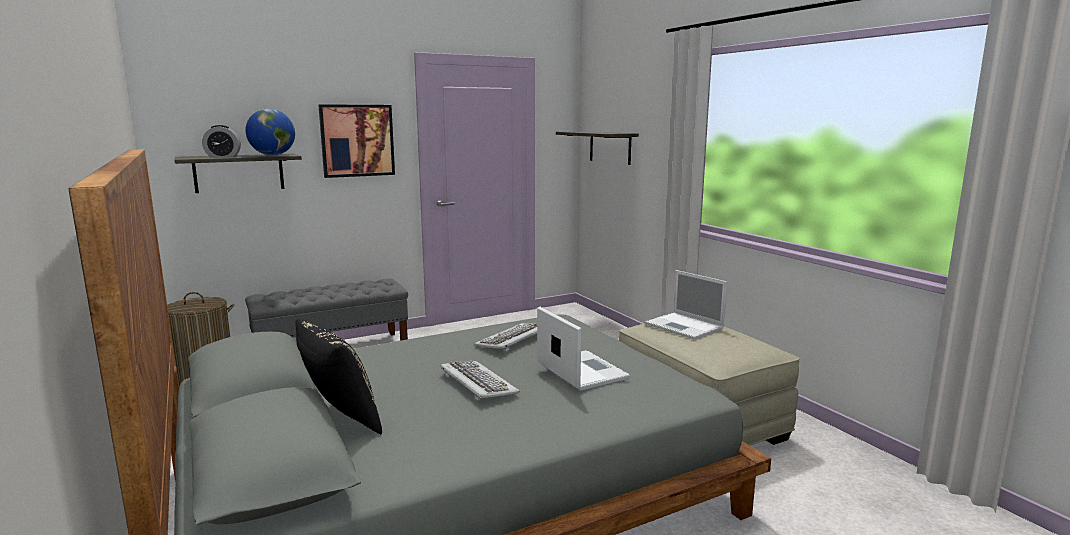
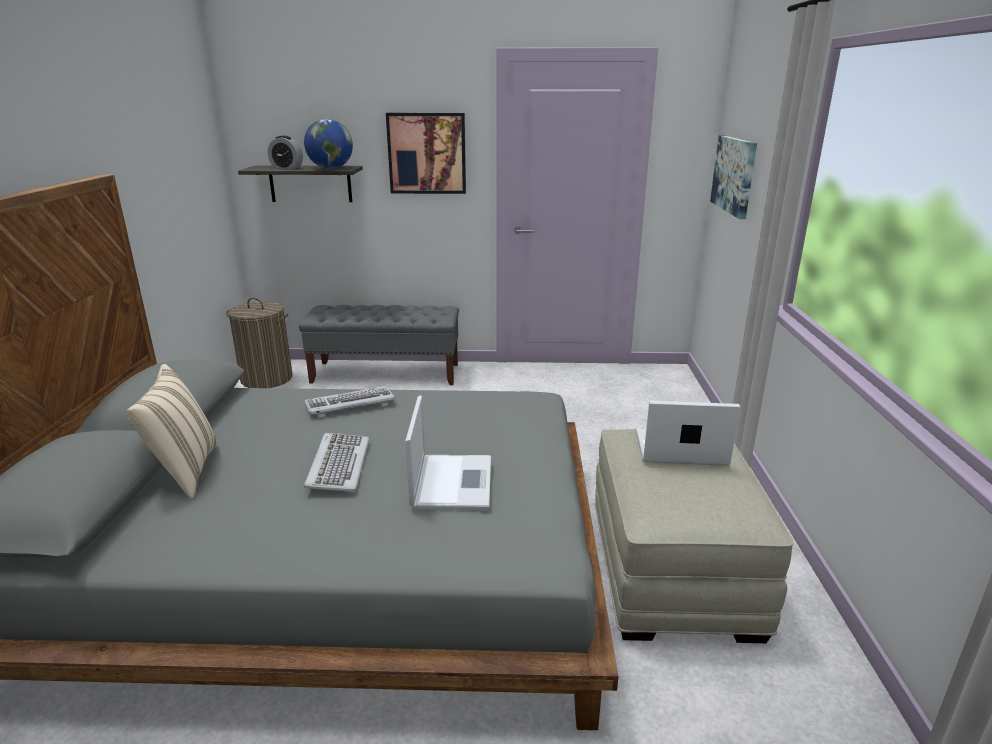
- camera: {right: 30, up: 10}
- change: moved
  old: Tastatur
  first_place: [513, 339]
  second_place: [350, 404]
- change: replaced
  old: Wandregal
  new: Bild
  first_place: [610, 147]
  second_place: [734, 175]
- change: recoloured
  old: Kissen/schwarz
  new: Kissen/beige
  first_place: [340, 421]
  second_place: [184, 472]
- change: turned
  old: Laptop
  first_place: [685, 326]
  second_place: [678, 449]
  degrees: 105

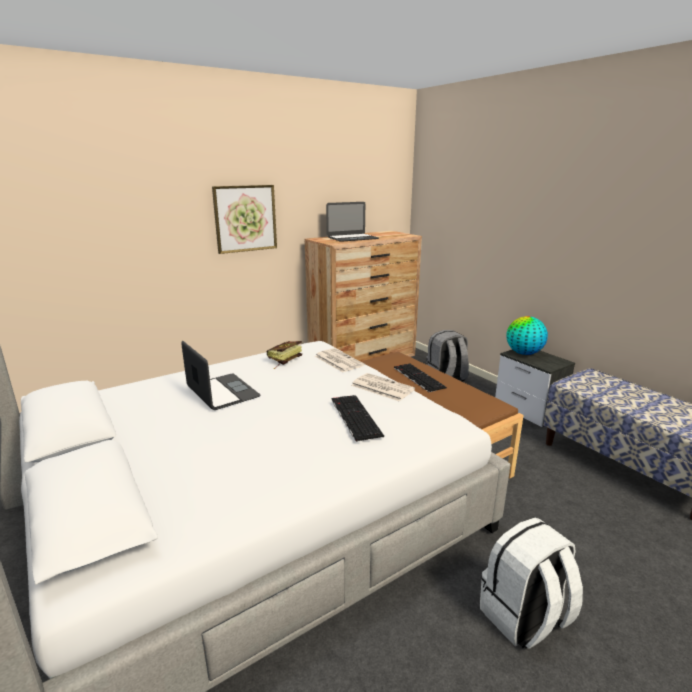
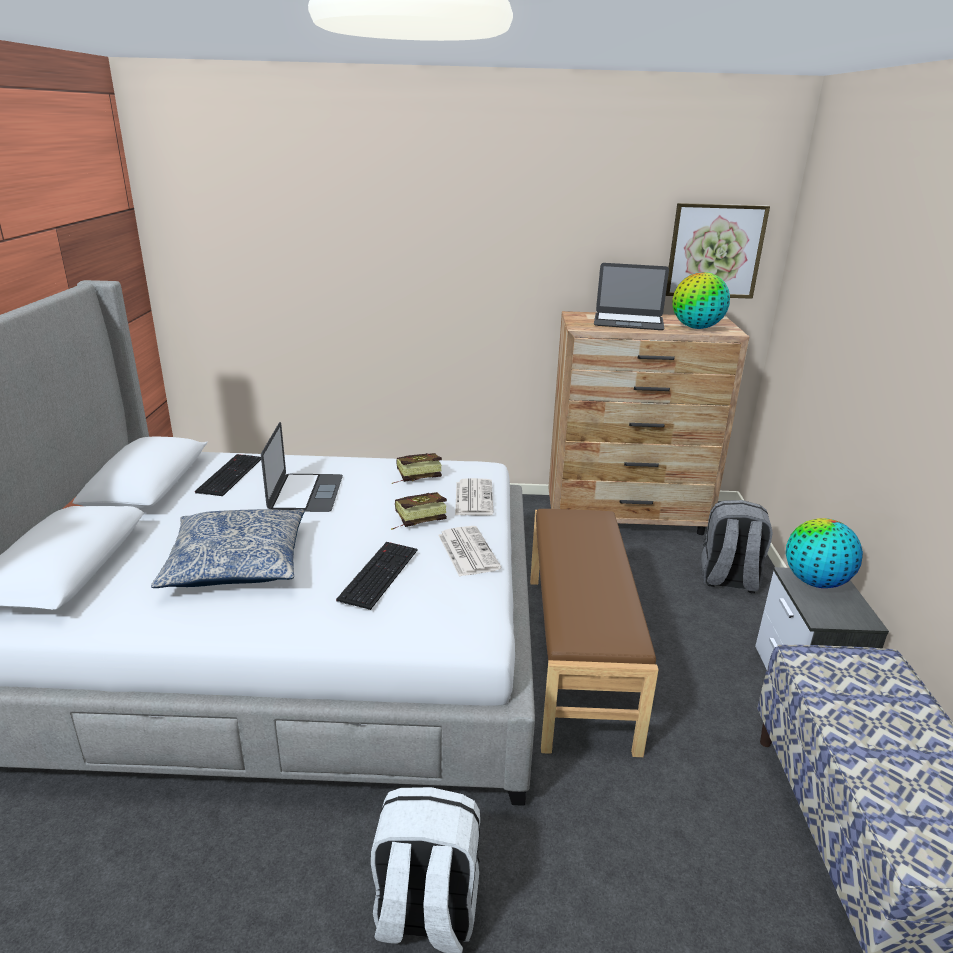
- camera: {right: 35, up: 5}
- change: added
  new: Kissen
  second_place: [236, 563]
- change: added
  new: Buch
  second_place: [415, 520]
- change: added
  new: Globus
  second_place: [696, 328]
- change: moved
  old: Bild
  first_place: [245, 218]
  second_place: [715, 251]
- change: moved
  old: Tastatur
  first_place: [417, 377]
  second_place: [229, 474]

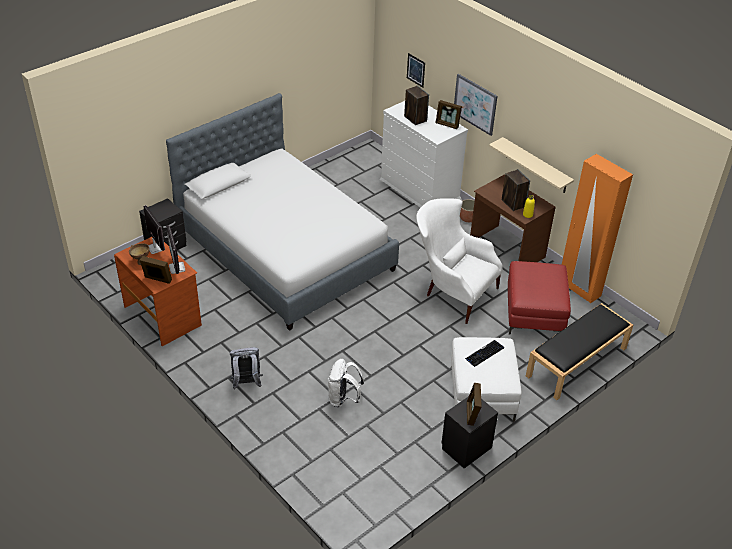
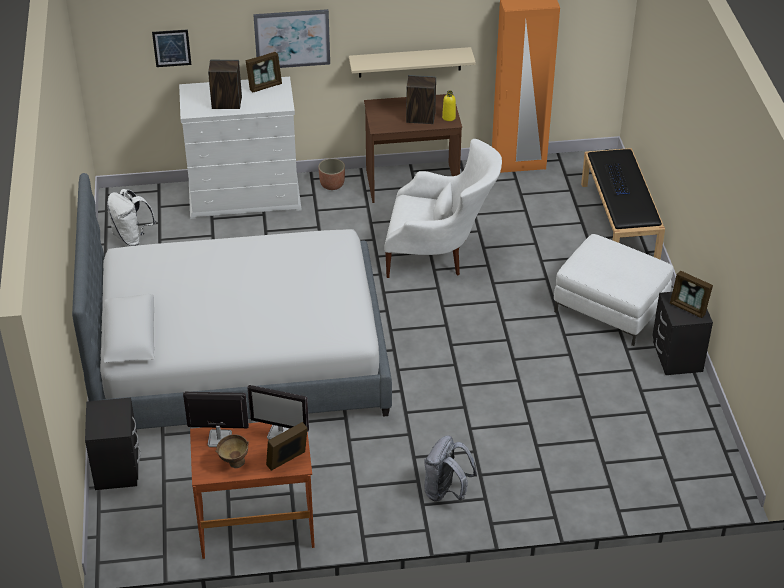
- camera: {right: -55, up: 0}
- change: removed
  old: Polsterhocker/rot
  first_place: [534, 313]
- change: moved
  old: Rucksack/weiß
  first_place: [343, 399]
  second_place: [132, 237]
- change: moved
  old: Tastatur
  first_place: [484, 353]
  second_place: [617, 180]
- change: turned
  old: Sessel/weiß
  first_place: [452, 291]
  second_place: [440, 255]
  degrees: -150

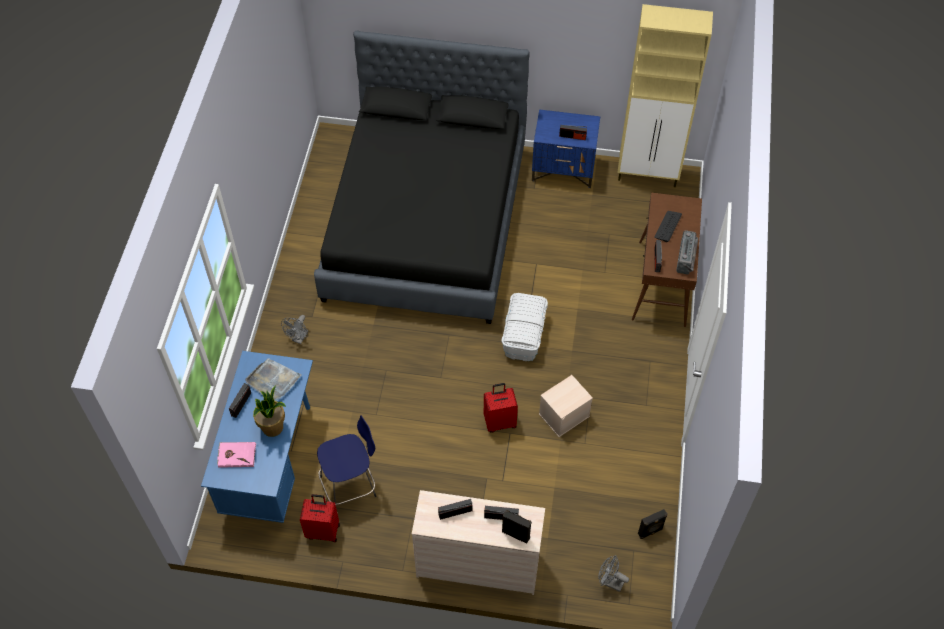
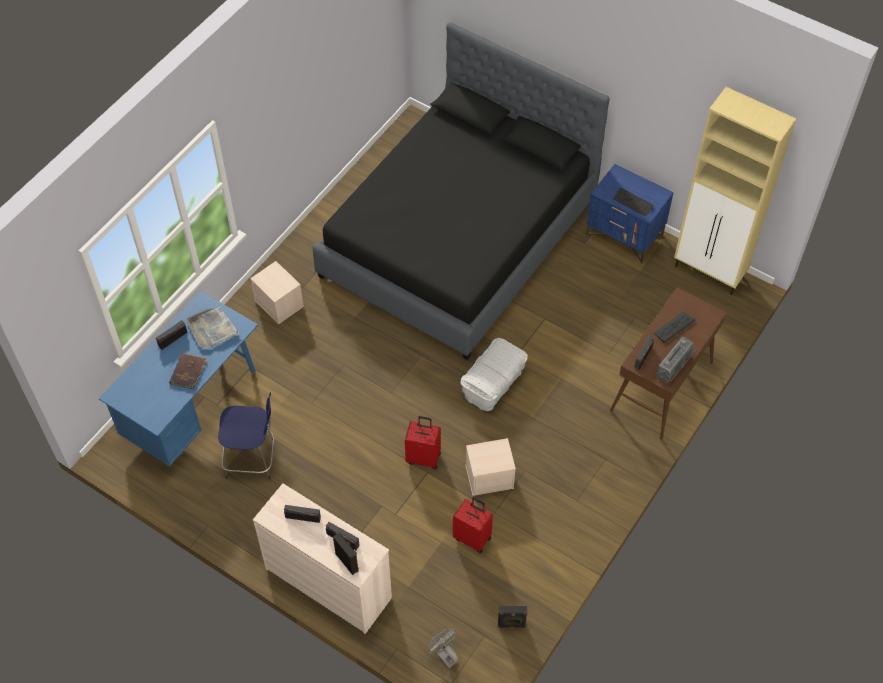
- camera: {right: 25, up: 0}
- change: removed
  old: Buch/rosa
  first_place: [237, 455]
- change: moved
  old: Koffer/rot
  first_place: [323, 530]
  second_place: [473, 537]
- change: replaced
  old: Topfpflanze
  new: Buch/braun
  first_place: [273, 427]
  second_place: [189, 372]
- change: replaced
  old: Ventilator/grau
  new: Aufbewahrungsbox/beige
  first_place: [299, 338]
  second_place: [279, 303]
- change: replaced
  old: Radio
  new: Tastatur
  first_place: [572, 136]
  second_place: [633, 202]

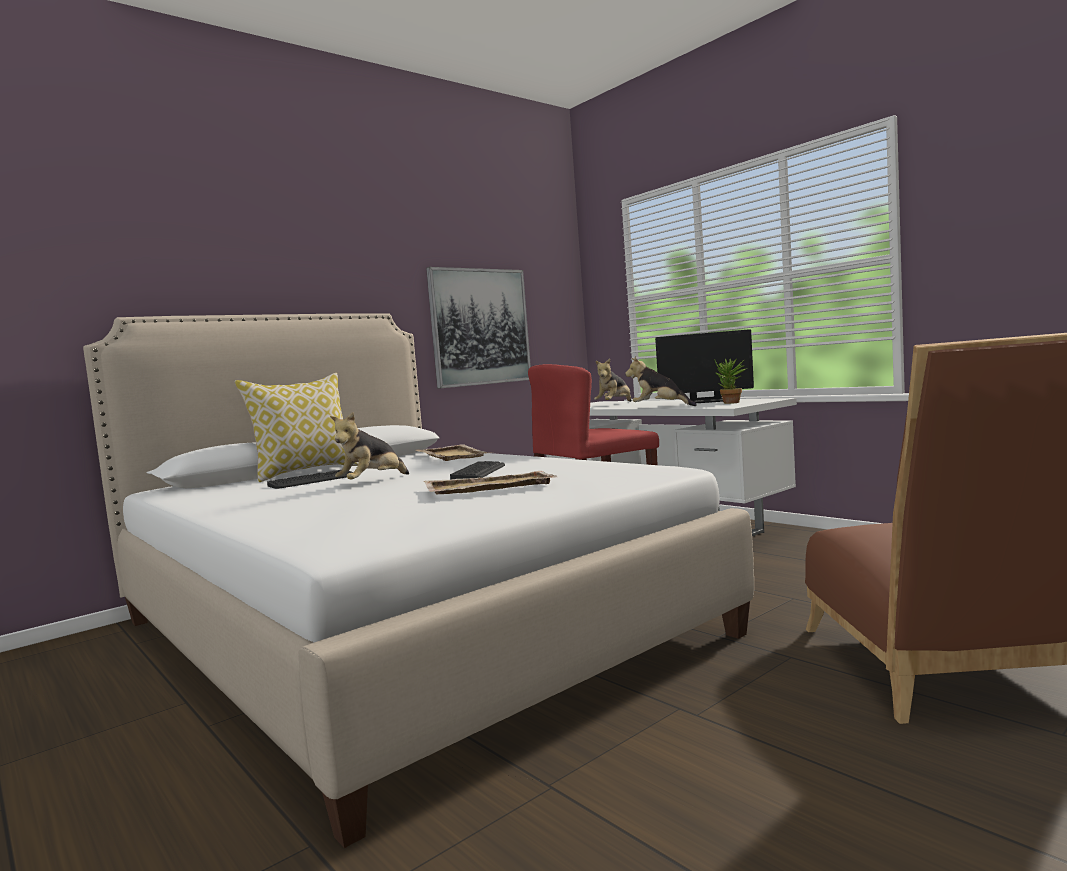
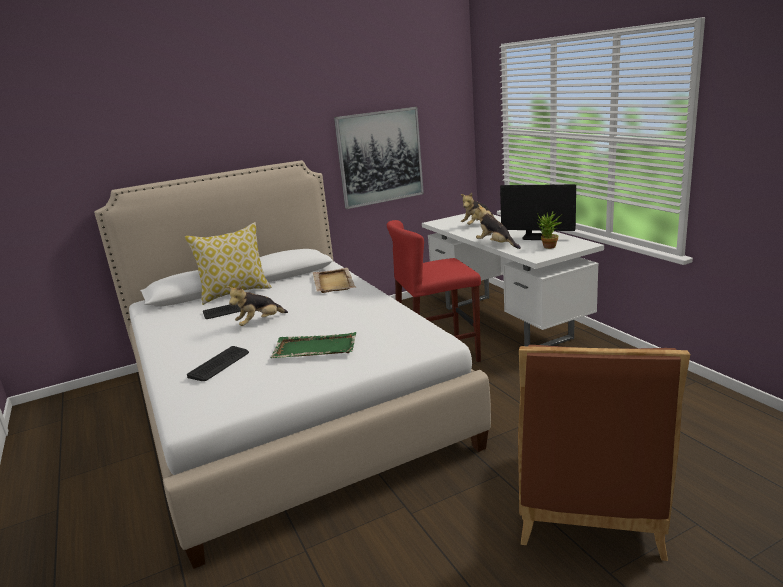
- camera: {right: 15, up: 15}
- change: moved
  old: Tastatur
  first_place: [479, 472]
  second_place: [219, 364]
- change: recoloured
  old: Tablett/beige
  new: Tablett/grün
  first_place: [488, 487]
  second_place: [314, 348]

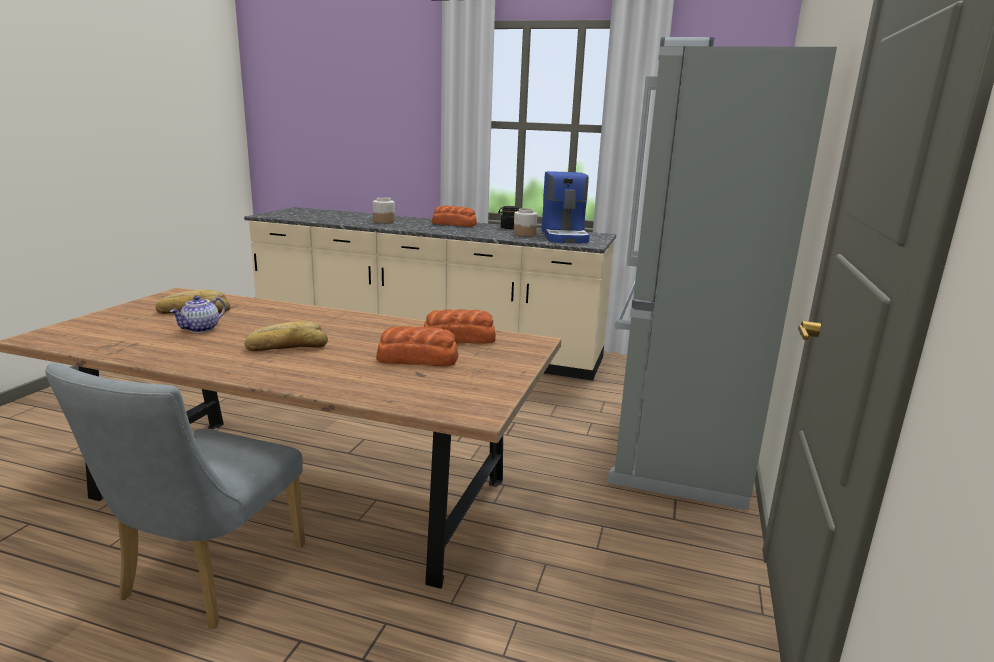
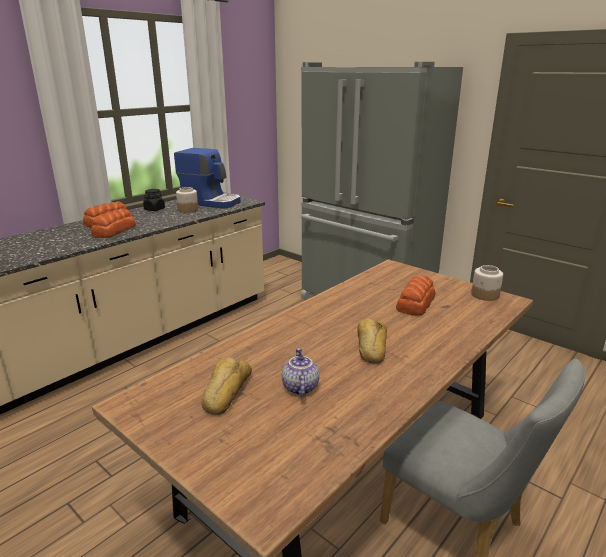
- camera: {right: -65, up: 5}
- change: moved
  old: Vorratsglas
  first_place: [383, 221]
  second_place: [485, 295]
- change: moved
  old: Brot
  first_place: [458, 338]
  second_place: [113, 230]
- change: turned
  old: Teekanne
  first_place: [201, 329]
  second_place: [299, 387]
  degrees: -150

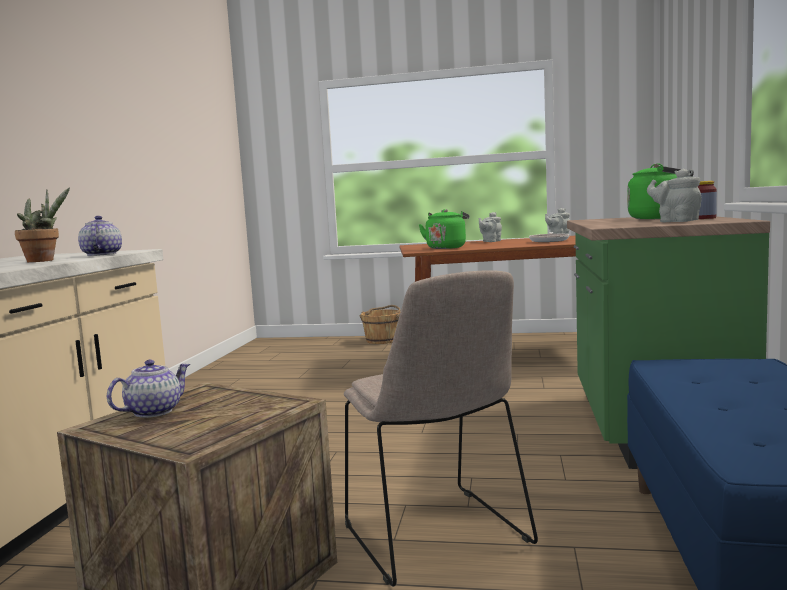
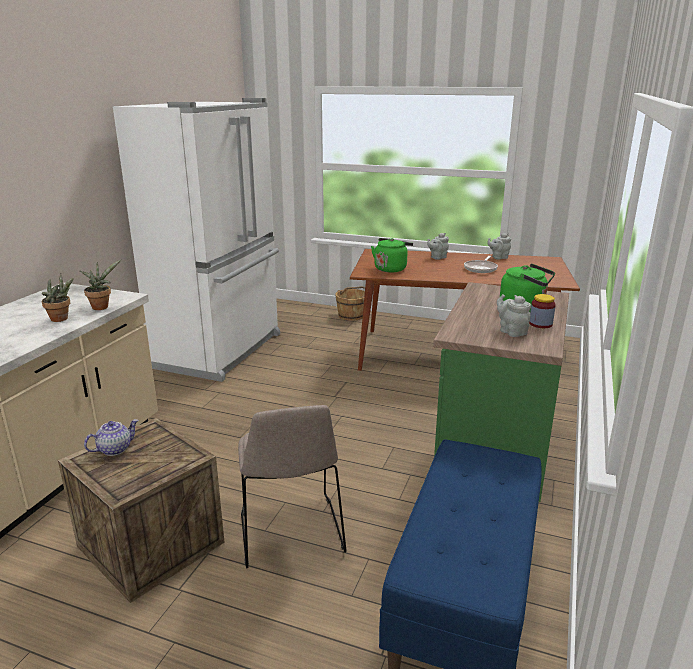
- camera: {right: 10, up: 15}
- change: added
  new: Kühlschrank/weiß
  second_place: [222, 351]
- change: replaced
  old: Teekanne
  new: Topfpflanze
  first_place: [101, 254]
  second_place: [102, 307]

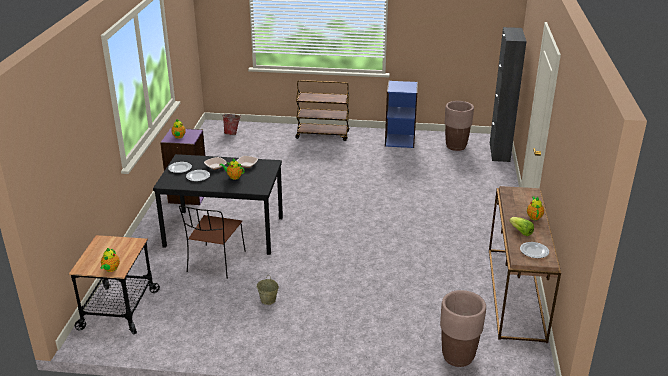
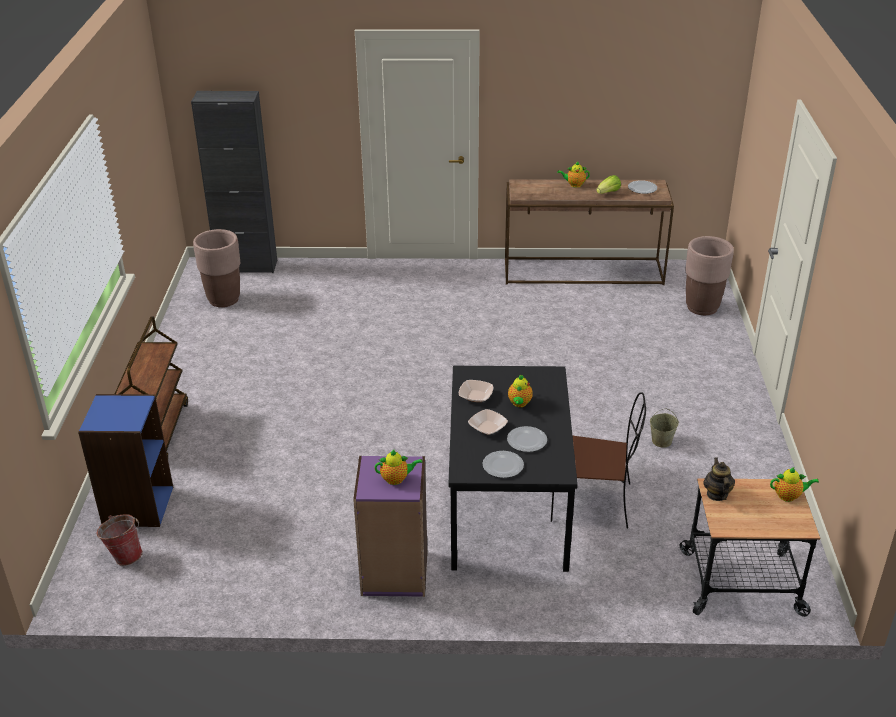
- camera: {right: -95, up: 5}
- change: added
  new: Teekanne
  second_place: [717, 494]
- change: moved
  old: Bücherregal/blau
  first_place: [400, 140]
  second_place: [137, 506]

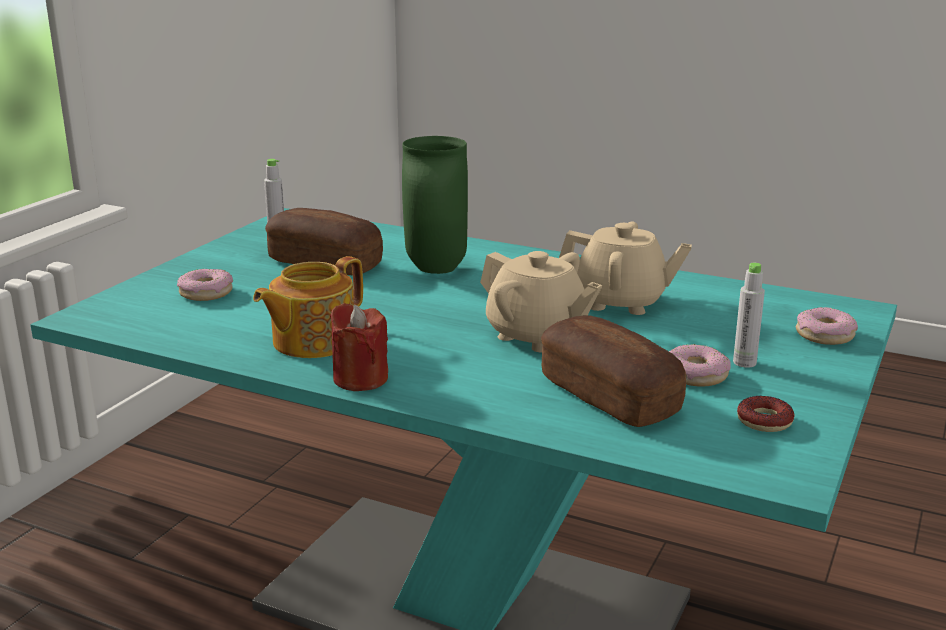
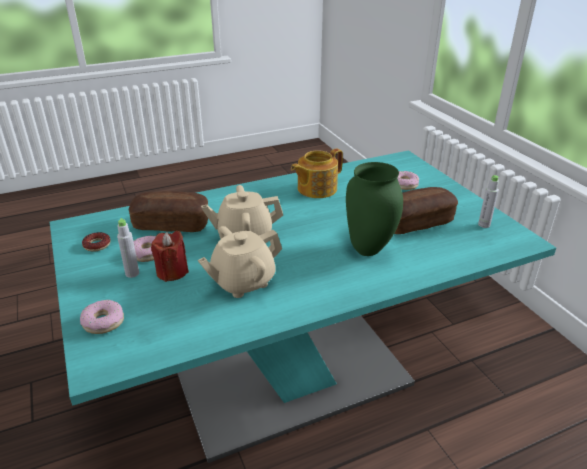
- camera: {right: 130, up: 10}
- change: moved
  old: Kerze/rot
  first_place: [360, 379]
  second_place: [172, 272]
- change: turned
  old: Teekanne
  first_place: [312, 341]
  second_place: [316, 189]
  degrees: -120

